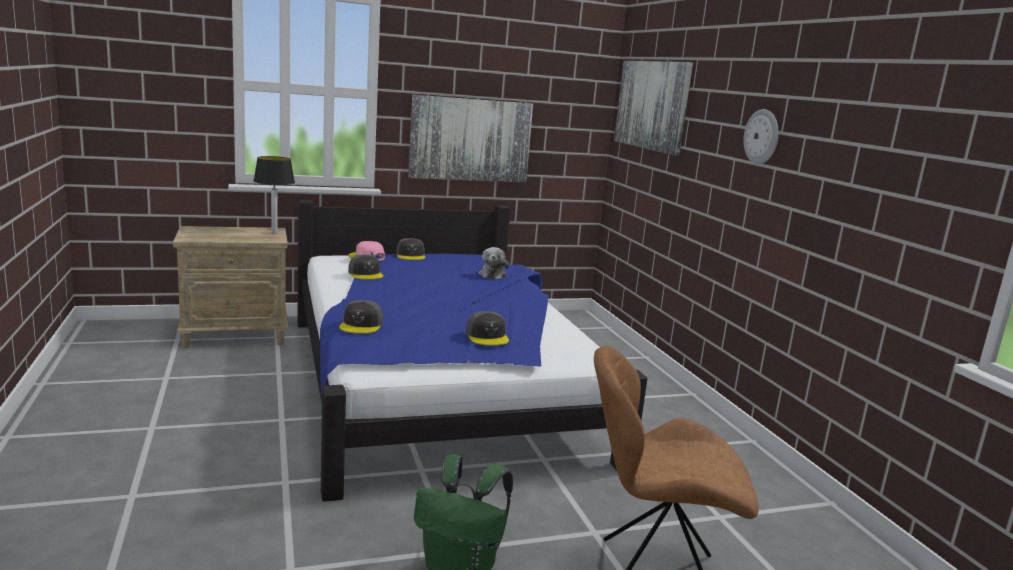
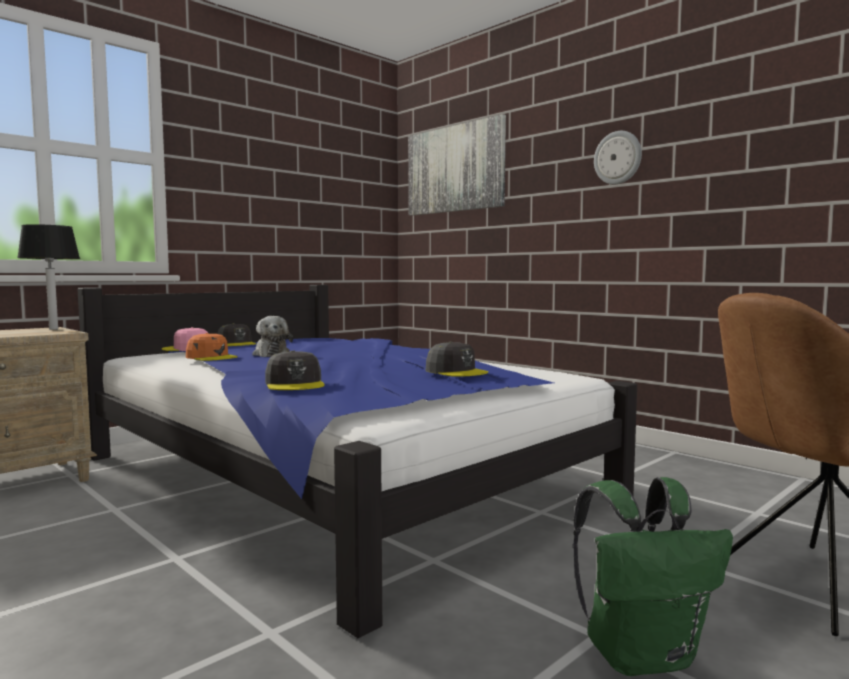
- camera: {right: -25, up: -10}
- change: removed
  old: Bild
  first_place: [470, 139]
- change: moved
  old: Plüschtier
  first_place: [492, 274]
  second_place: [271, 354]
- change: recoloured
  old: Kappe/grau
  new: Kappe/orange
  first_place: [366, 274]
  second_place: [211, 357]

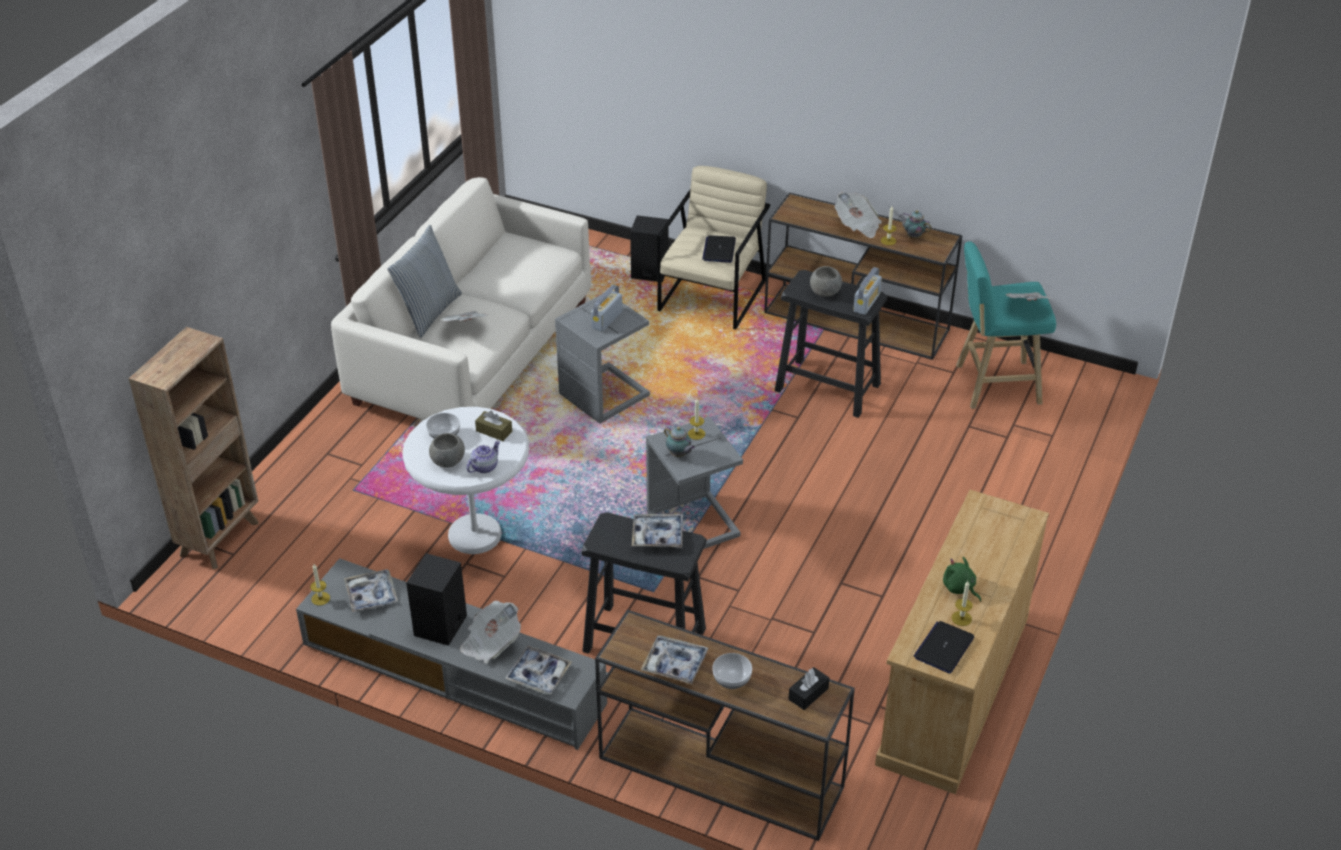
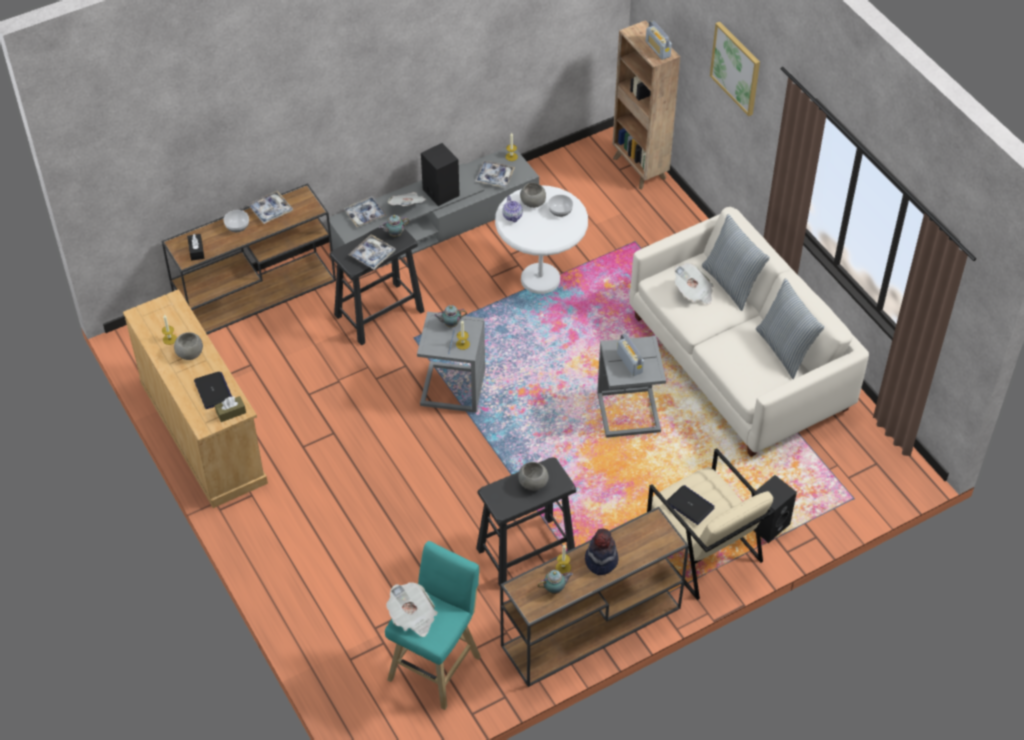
- camera: {right: 125, up: 10}
- change: added
  new: Teekanne
  second_place: [394, 234]
- change: added
  new: Bild
  second_place: [736, 68]
- change: added
  new: Kissen
  second_place: [785, 350]
- change: moved
  old: Taschentuchbox/braun
  first_place: [494, 431]
  second_place: [231, 412]
- change: moved
  old: Radio
  first_place: [866, 303]
  second_place: [658, 49]
- change: moved
  old: Laptop
  first_place: [944, 648]
  second_place: [213, 391]
- change: replaced
  old: Zeitung
  new: Hut
  first_place: [857, 226]
  second_place: [601, 560]
- change: replaced
  old: Plüschtier/grün
  new: Schüssel/grau
  first_place: [959, 588]
  second_place: [190, 353]

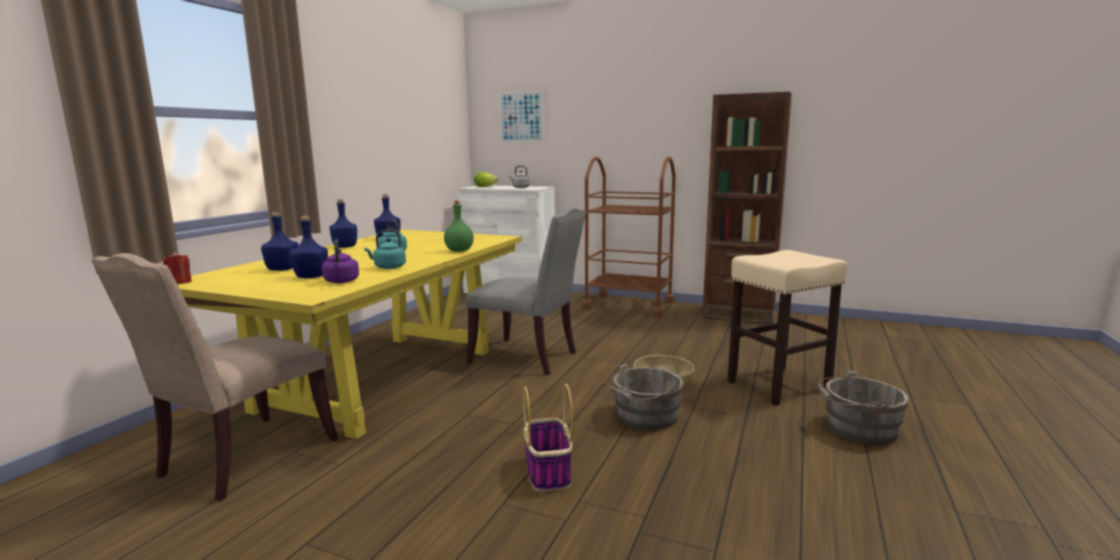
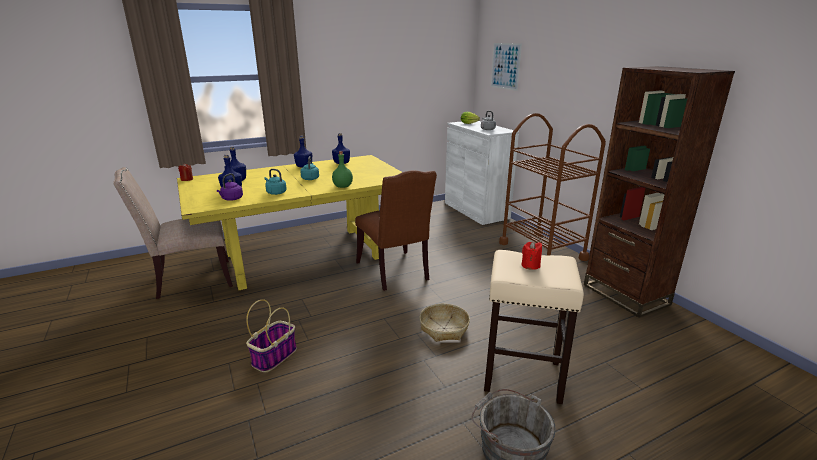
- camera: {right: 40, up: 10}
- change: removed
  old: Eimer/grau
  first_place: [644, 417]
- change: added
  new: Kerze/rot
  second_place: [530, 265]
- change: recoloured
  old: Stuhl/grau
  new: Stuhl/braun
  first_place: [528, 358]
  second_place: [395, 272]

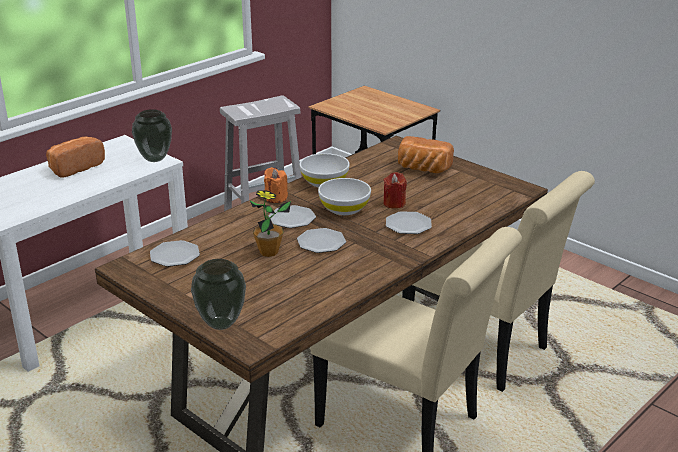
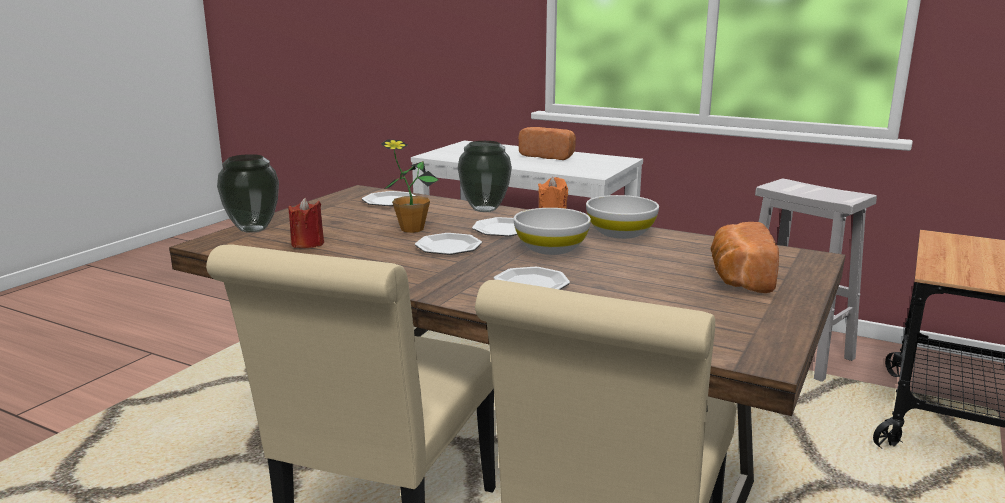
- camera: {right: 75, up: -10}
- change: moved
  old: Vase
  first_place: [155, 159]
  second_place: [484, 209]
- change: moved
  old: Kerze/rot
  first_place: [394, 203]
  second_place: [307, 244]

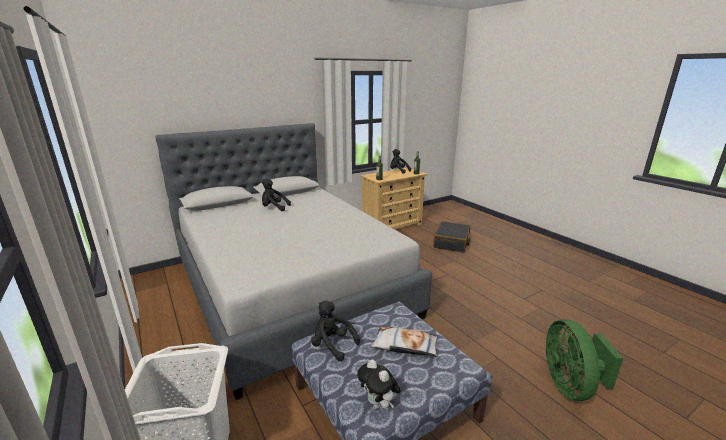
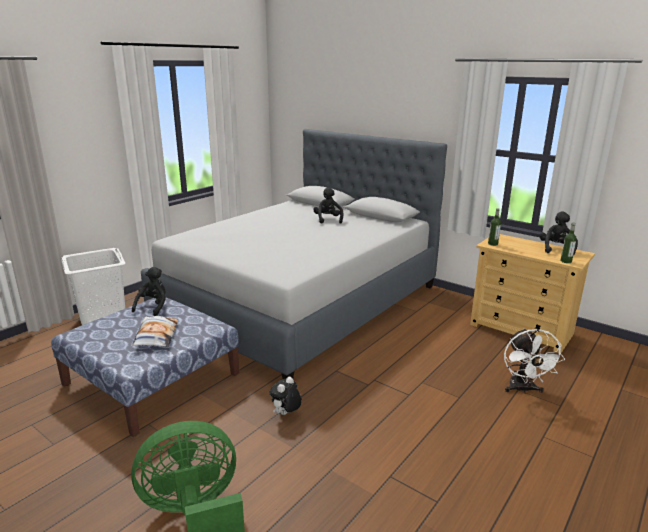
- camera: {right: 70, up: 0}
- change: moved
  old: Plüschtier
  first_place: [379, 404]
  second_place: [286, 414]
- change: replaced
  old: Koffer/schwarz
  new: Ventilator/weiß
  first_place: [451, 242]
  second_place: [523, 389]

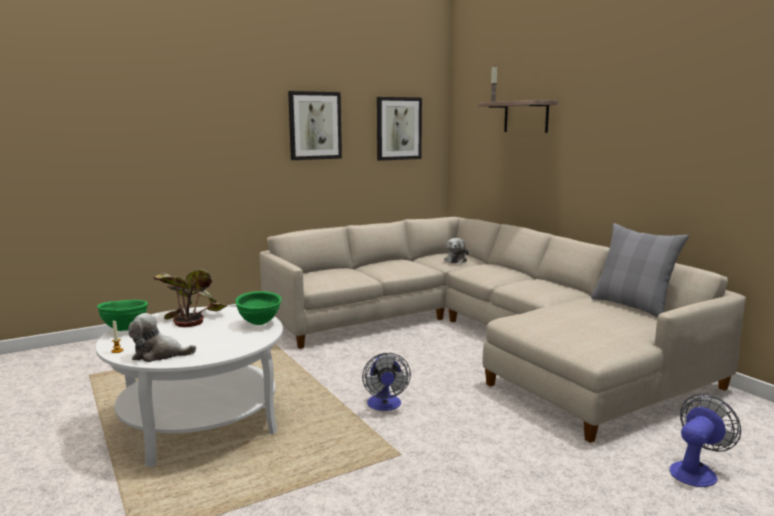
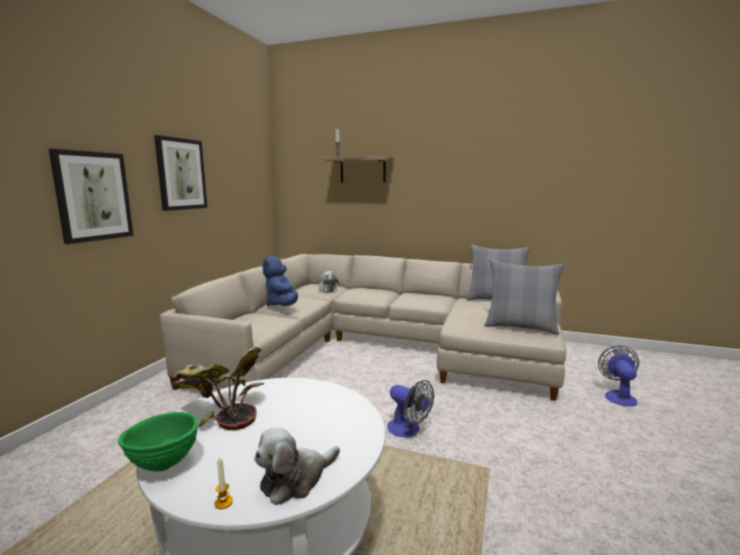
- camera: {right: -40, up: 0}
- change: removed
  old: Schüssel/grün
  first_place: [259, 324]
- change: added
  new: Plüschtier/blau
  second_place: [283, 305]
- change: added
  new: Kissen/grau
  second_place: [520, 327]
- change: moved
  old: Bild
  first_place: [398, 128]
  second_place: [93, 196]

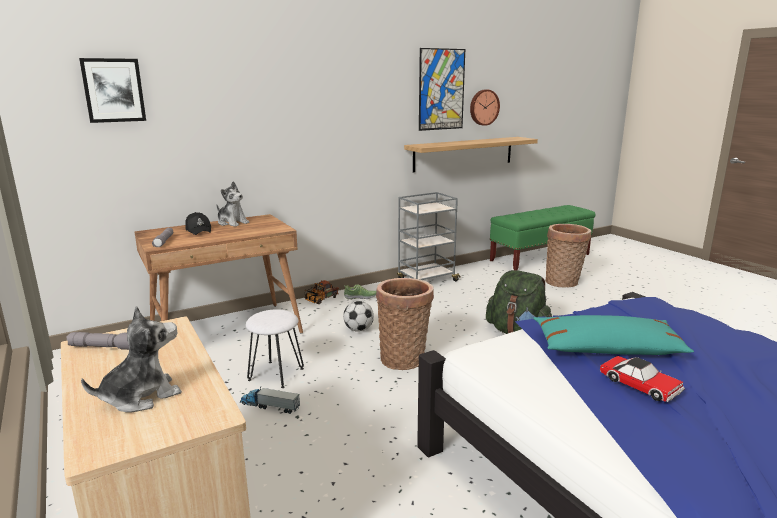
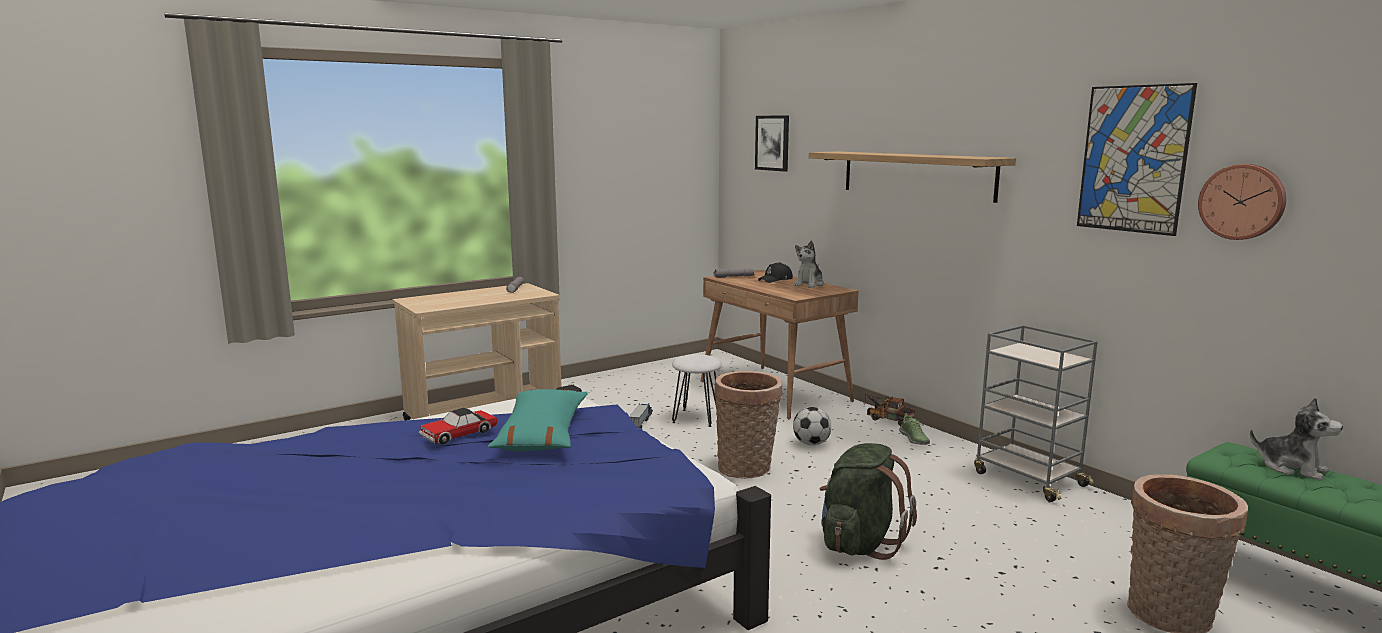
- camera: {right: 85, up: -5}
- change: moved
  old: Plüschtier
  first_place: [141, 396]
  second_place: [1291, 468]
- change: moved
  old: Wandregal
  first_place: [464, 153]
  second_place: [916, 175]

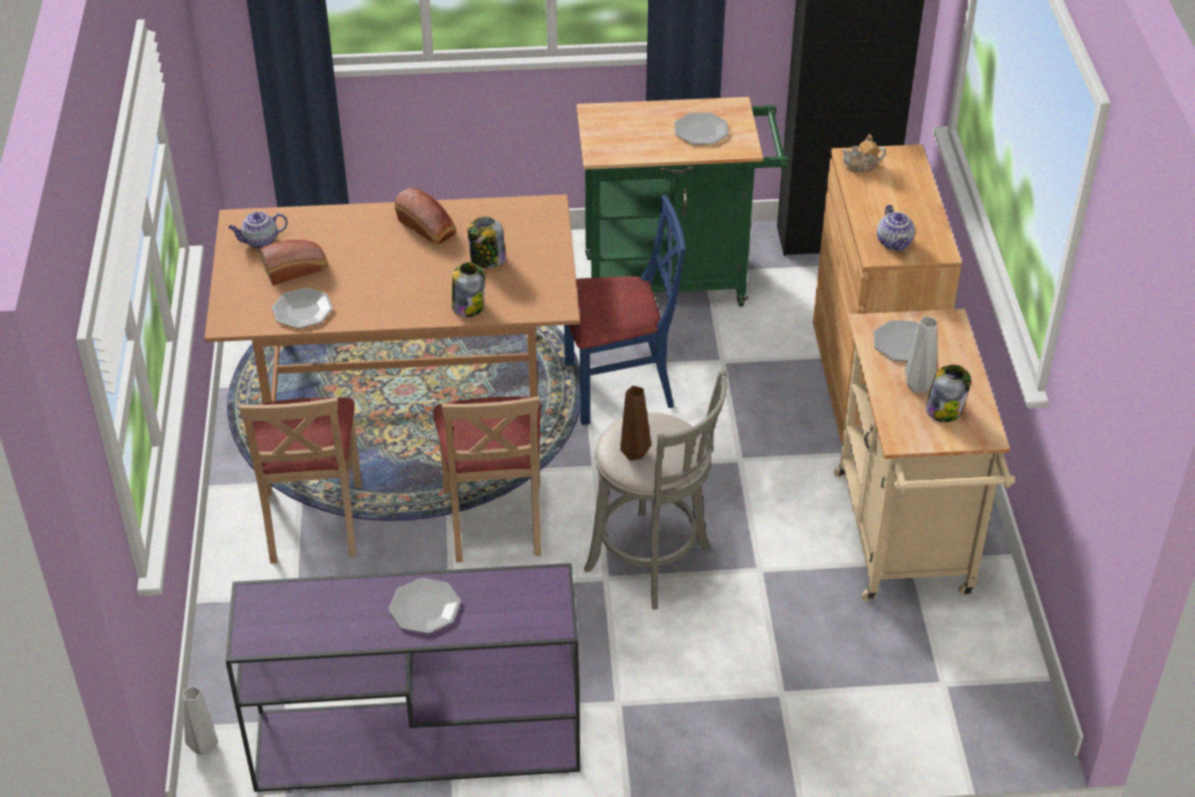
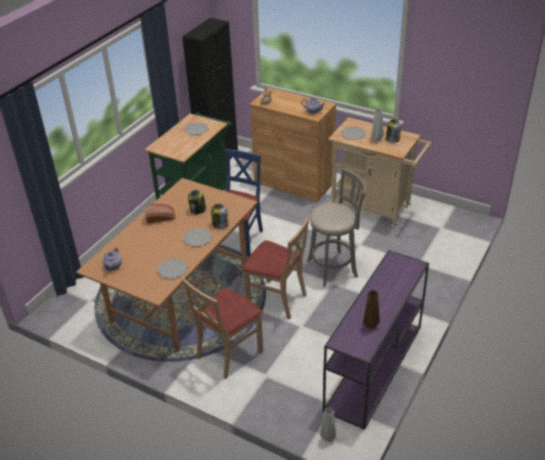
- camera: {right: -55, up: -5}
- change: removed
  old: Brot
  first_place: [296, 270]
- change: moved
  old: Teller
  first_place: [425, 607]
  second_place: [197, 238]
- change: moved
  old: Vase/braun
  first_place: [633, 454]
  second_place: [370, 325]
- change: turned
  old: Stuhl/beige
  first_place: [312, 521]
  second_place: [229, 353]
  degrees: 105

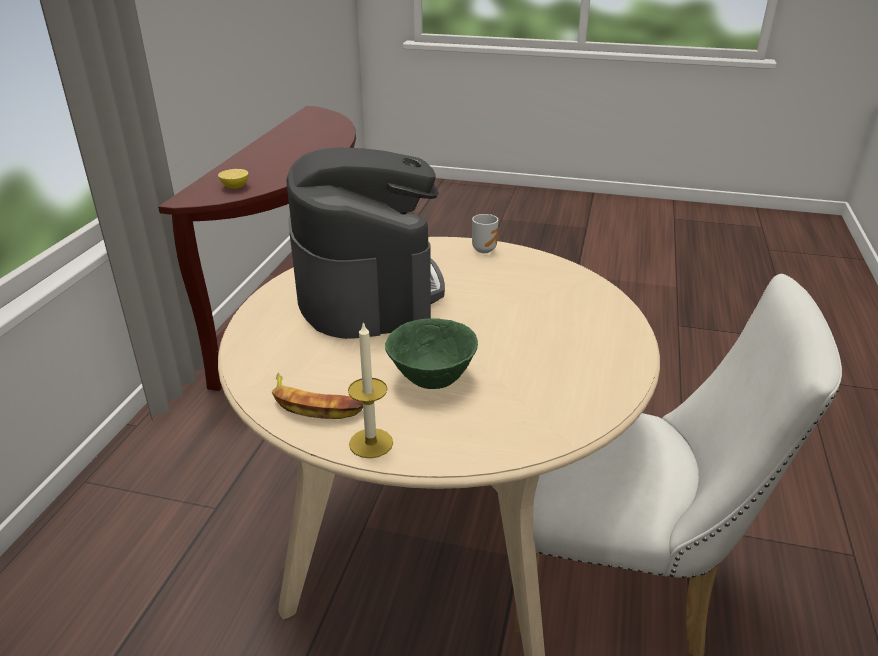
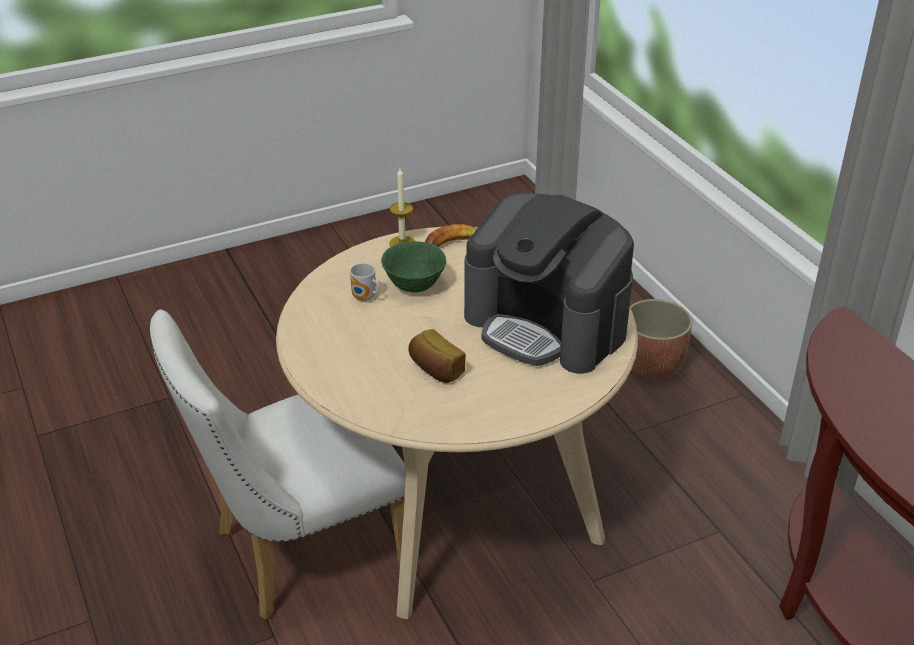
- camera: {right: 140, up: 5}
- change: removed
  old: Zitrone
  first_place: [235, 187]
- change: added
  new: Brot
  second_place: [435, 369]
- change: added
  new: Pflanzkübel
  second_place: [652, 364]
- change: moved
  old: Henkelbecher
  first_place: [484, 249]
  second_place: [365, 298]

